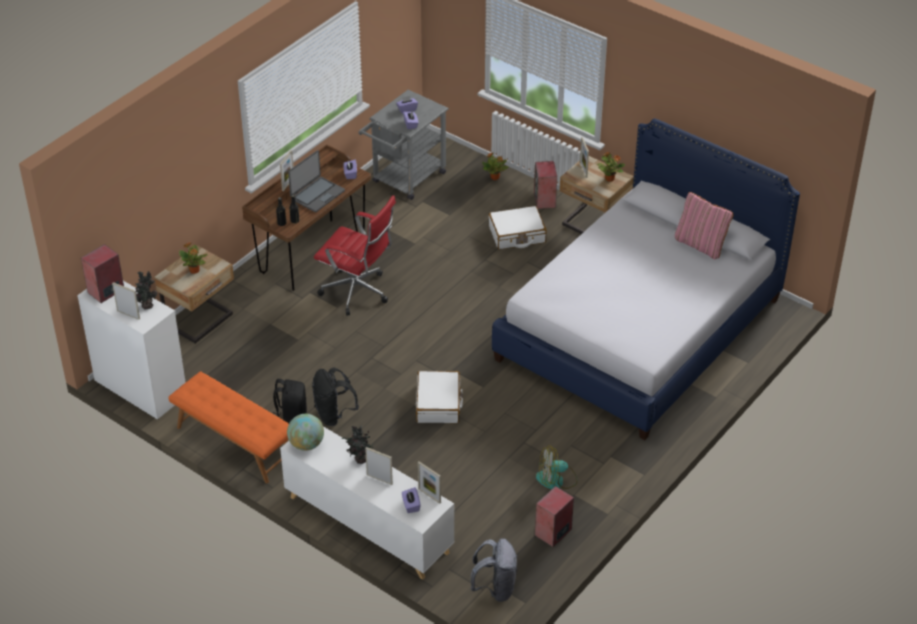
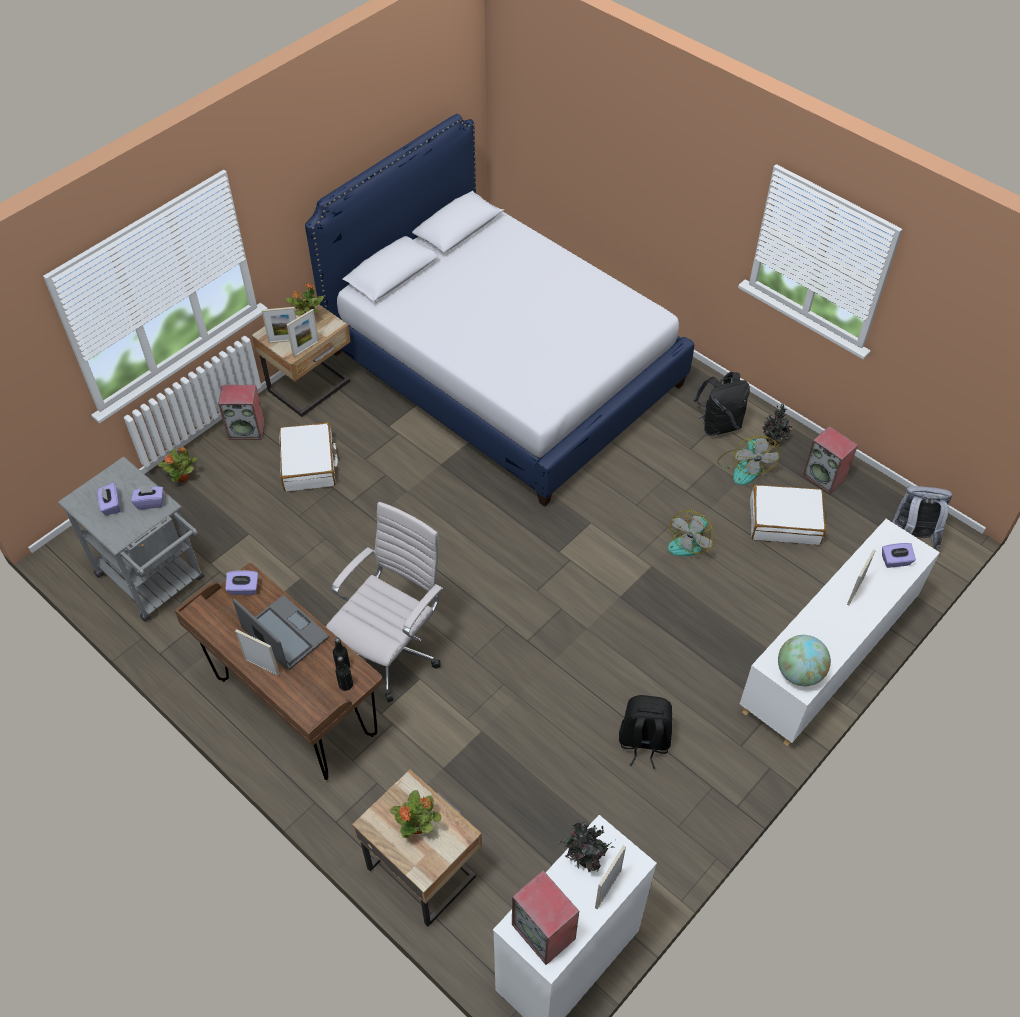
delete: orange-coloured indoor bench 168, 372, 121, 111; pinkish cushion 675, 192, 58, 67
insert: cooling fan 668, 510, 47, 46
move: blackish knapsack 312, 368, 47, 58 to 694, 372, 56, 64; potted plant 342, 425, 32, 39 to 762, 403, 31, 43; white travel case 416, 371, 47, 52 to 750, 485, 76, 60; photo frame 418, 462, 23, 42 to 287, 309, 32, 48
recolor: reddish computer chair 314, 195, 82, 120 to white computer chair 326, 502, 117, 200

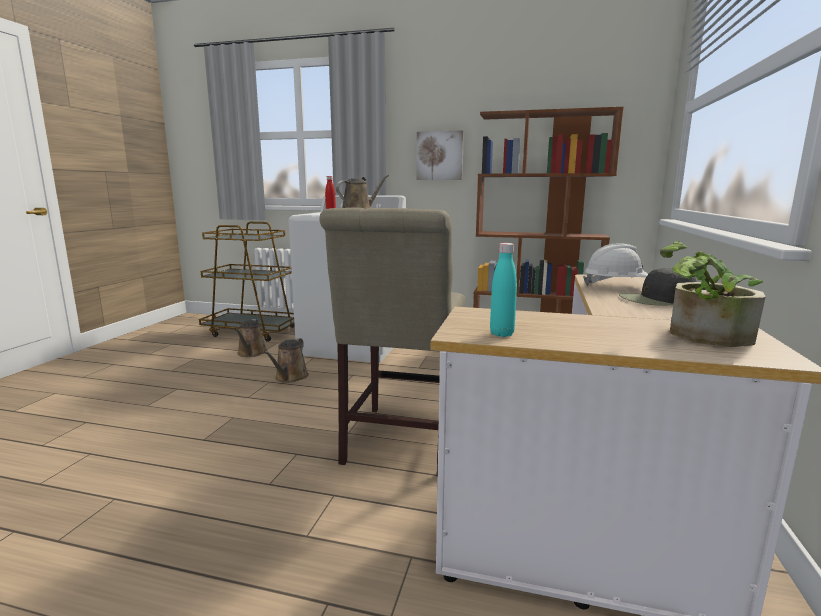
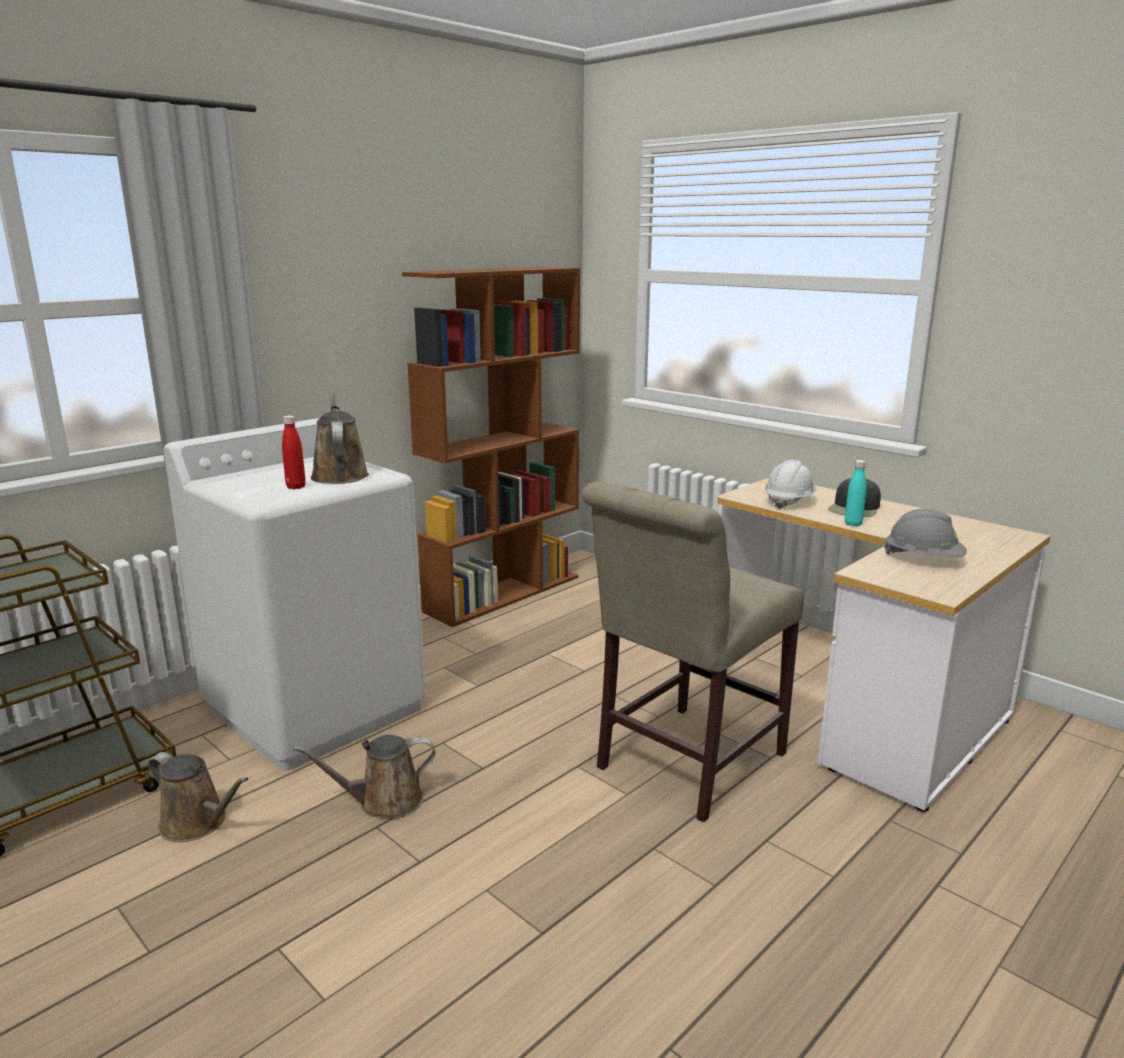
delete: wall picture 416, 130, 48, 50; potted plant 660, 241, 106, 106
insert: grey hard hat 884, 509, 83, 48
move: blue-green beverage bottle 490, 243, 27, 94 to 845, 460, 22, 67
rotate: brownish watering pot 263, 338, 46, 45 = 293, 735, 142, 84 120 degrees clockwise; sand-coloured upright chair 319, 208, 146, 269 = 582, 482, 222, 340 90 degrees clockwise

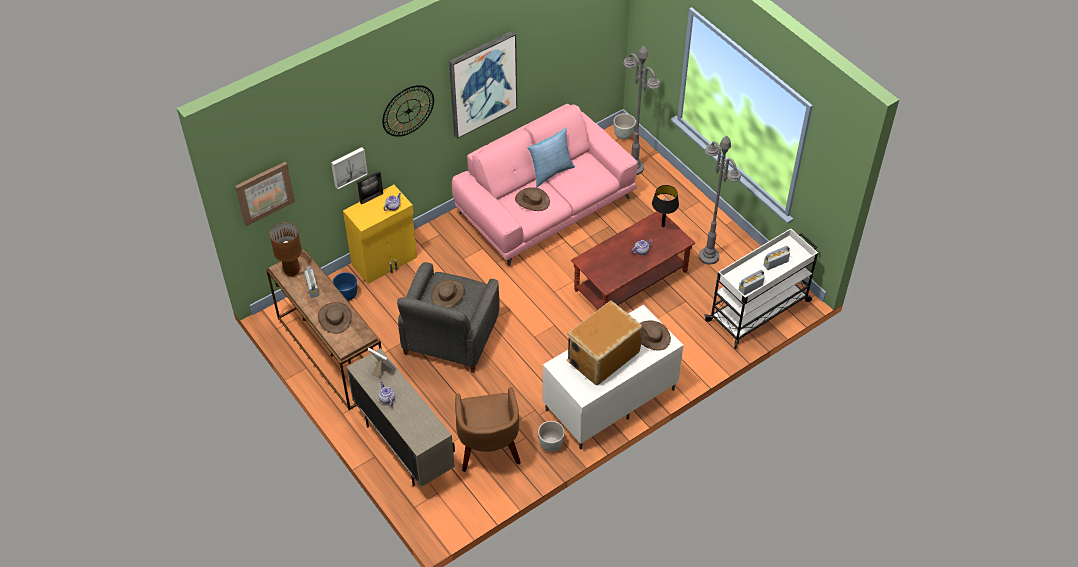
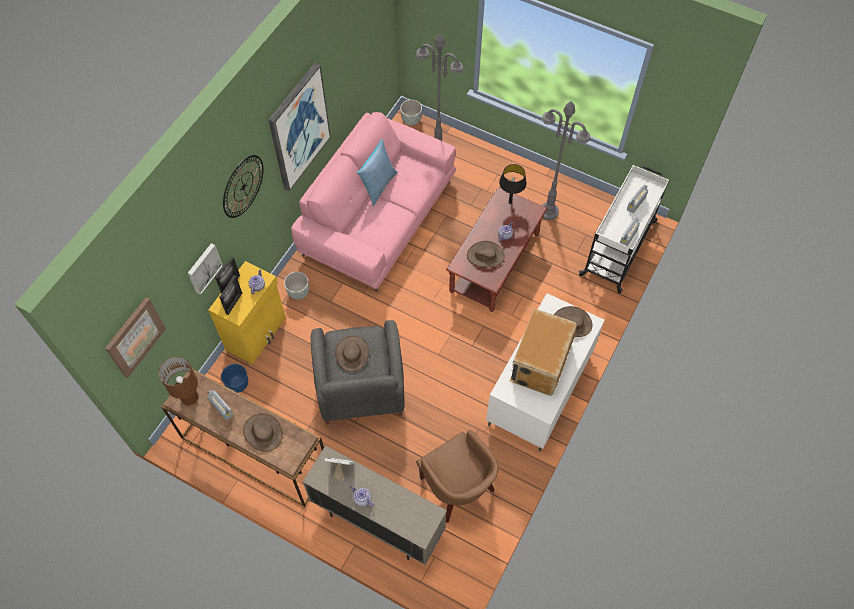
insert: photo frame 219, 275, 23, 40
move: brownish hat 515, 187, 35, 24 to 467, 241, 38, 26; grey flower pot 538, 421, 27, 31 to 284, 272, 25, 28

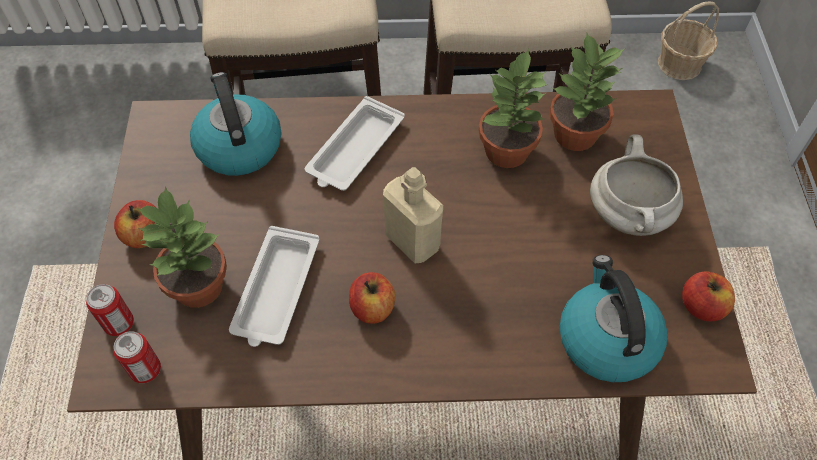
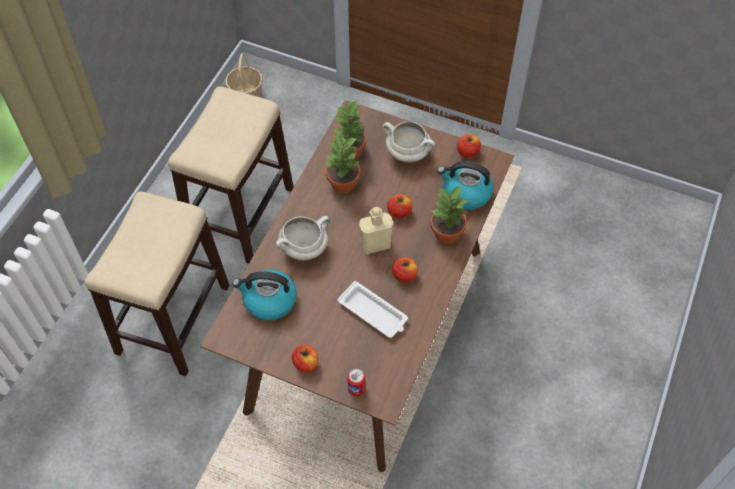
delete: can 113, 331, 48, 52
insert: apple fruit 387, 194, 25, 24
move: potted plant 137, 186, 90, 122 to 430, 187, 39, 57
replace: white serving tray 305, 96, 99, 95 to white cooking pot 276, 216, 53, 45

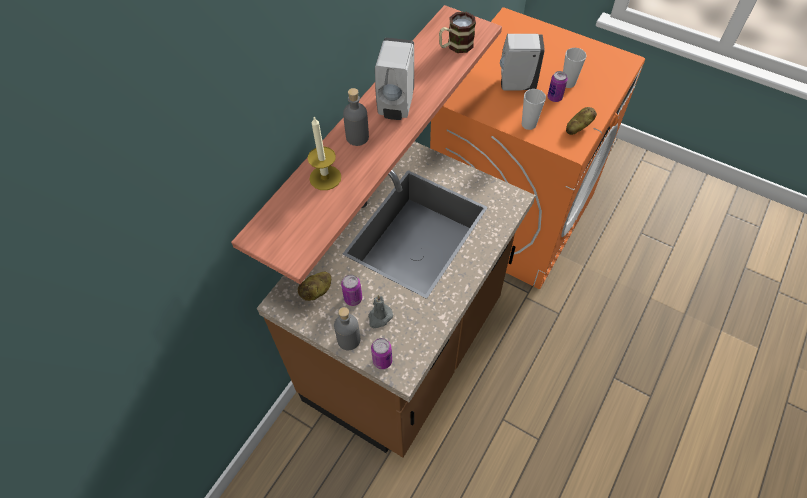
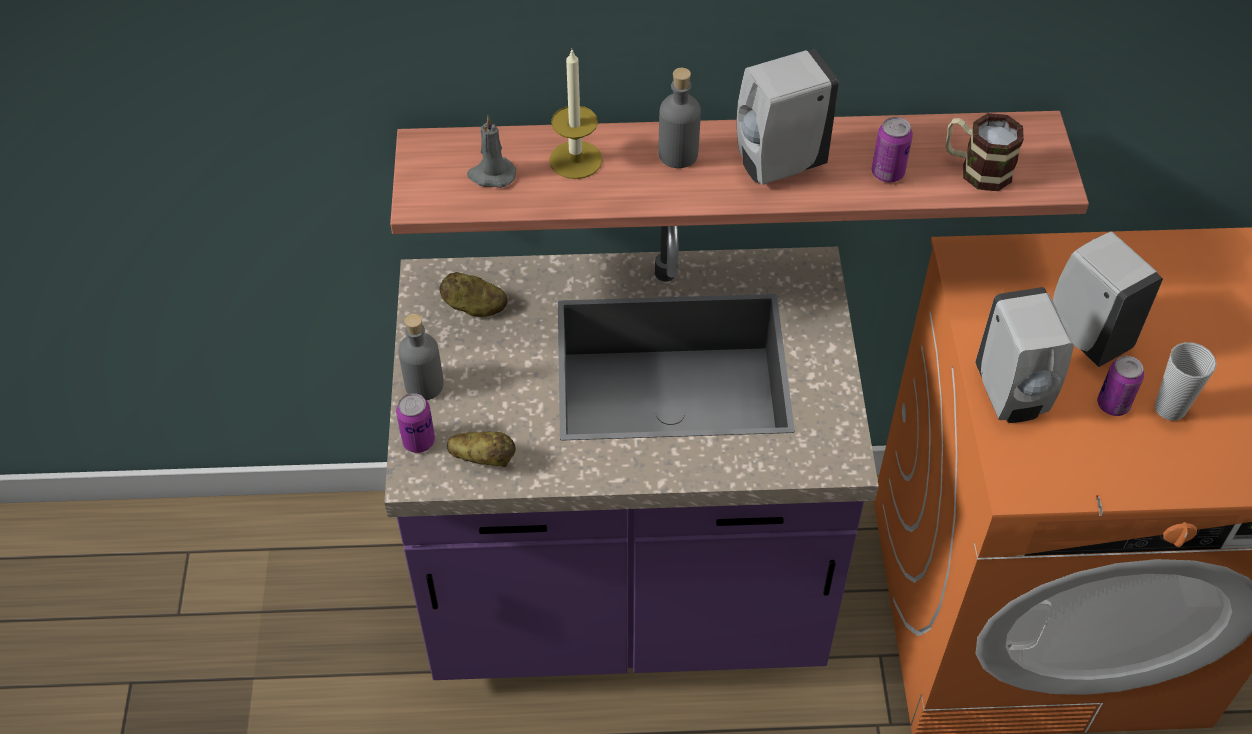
move: can 341, 275, 21, 31 to 872, 117, 41, 65; grey wax candle 368, 295, 25, 33 to 467, 116, 49, 72; spud 566, 107, 31, 28 to 447, 431, 69, 36
replace: small cup 522, 89, 24, 41 to white liquid soap bottle 975, 287, 99, 136
recolor: brownish kitchen counter 257, 141, 278, 317 to purple kitchen counter 384, 226, 495, 454

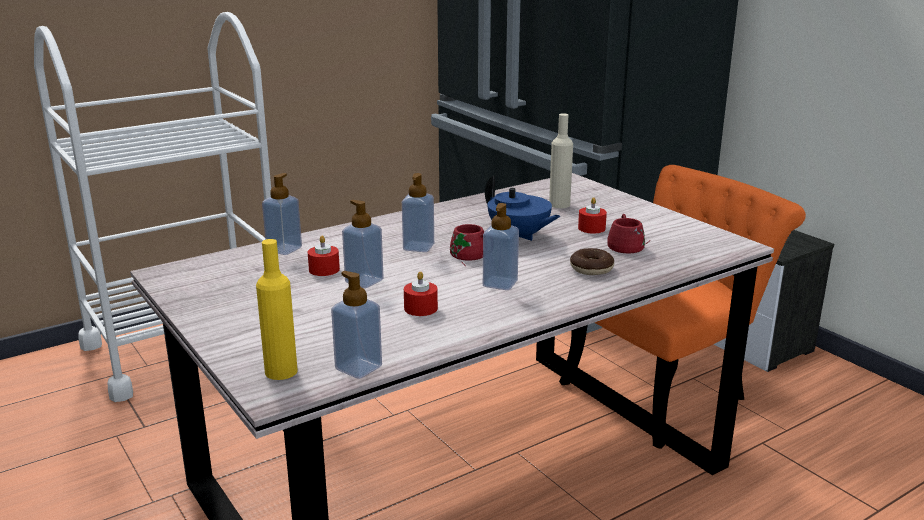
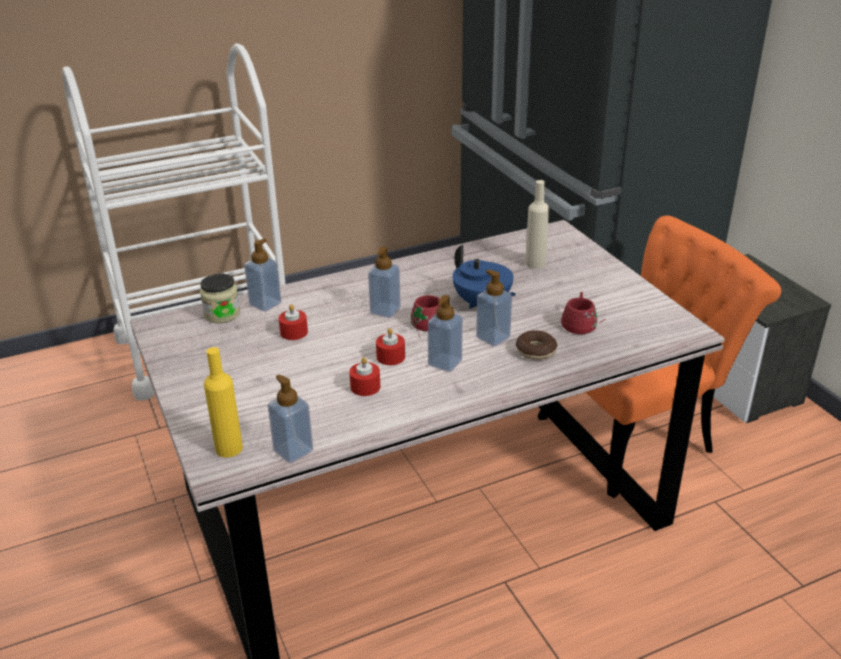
insert: jar 200, 274, 40, 49
move: liquid soap bottle 342, 200, 42, 88 to 476, 269, 36, 77; reddish wax candle 578, 197, 29, 36 to 376, 328, 29, 37

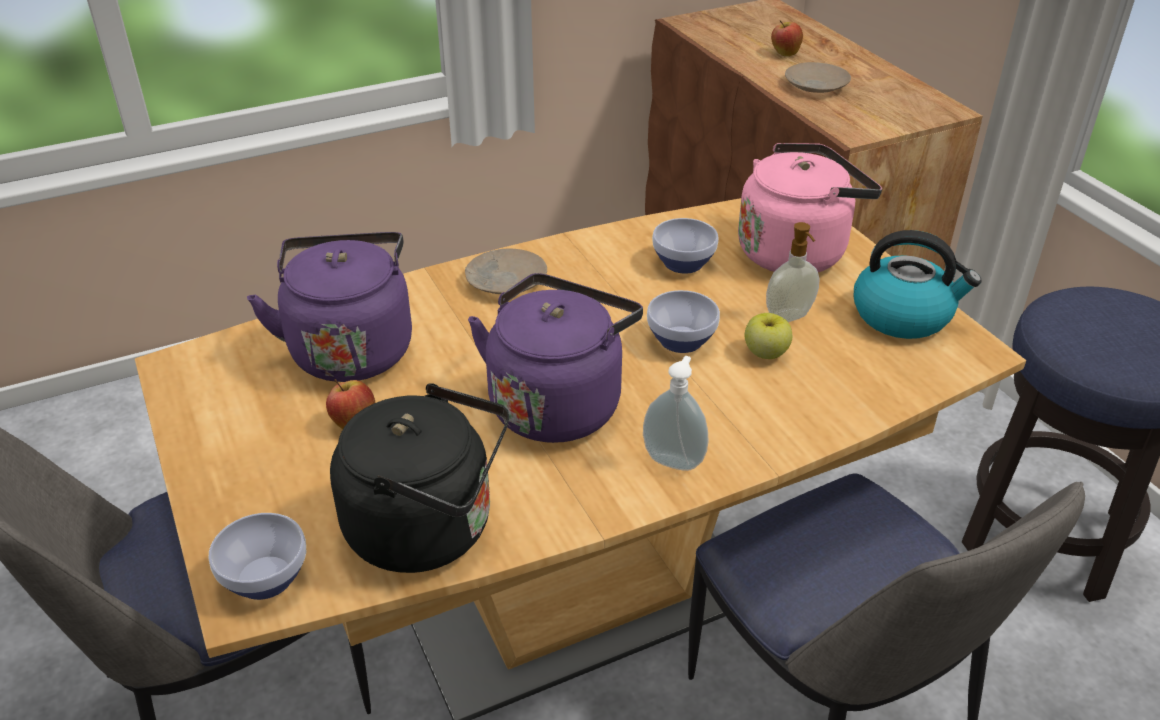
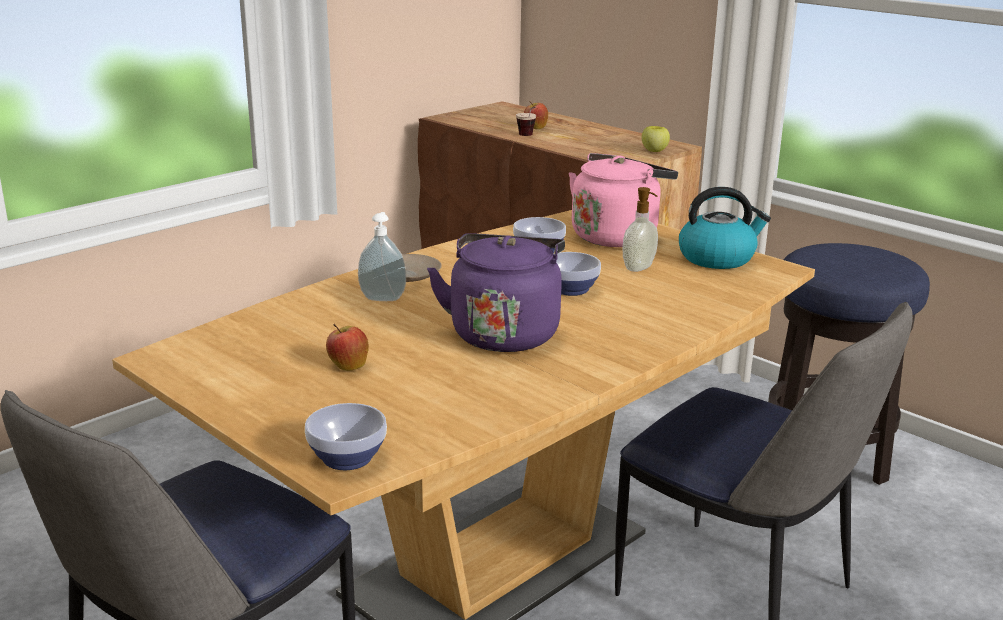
delete: purple water kettle 247, 232, 165, 150; blackish water kettle 330, 383, 179, 190; sand-coloured flat dish 785, 62, 66, 31
insert: small cup 516, 107, 20, 29
move: liquid soap bottle 643, 356, 65, 115 to 358, 212, 48, 89; apple fruit 745, 313, 47, 46 to 642, 126, 28, 26

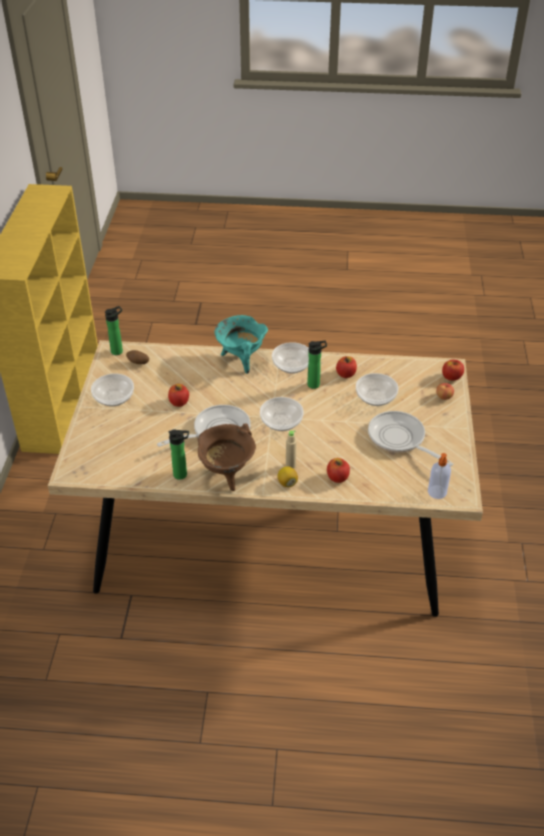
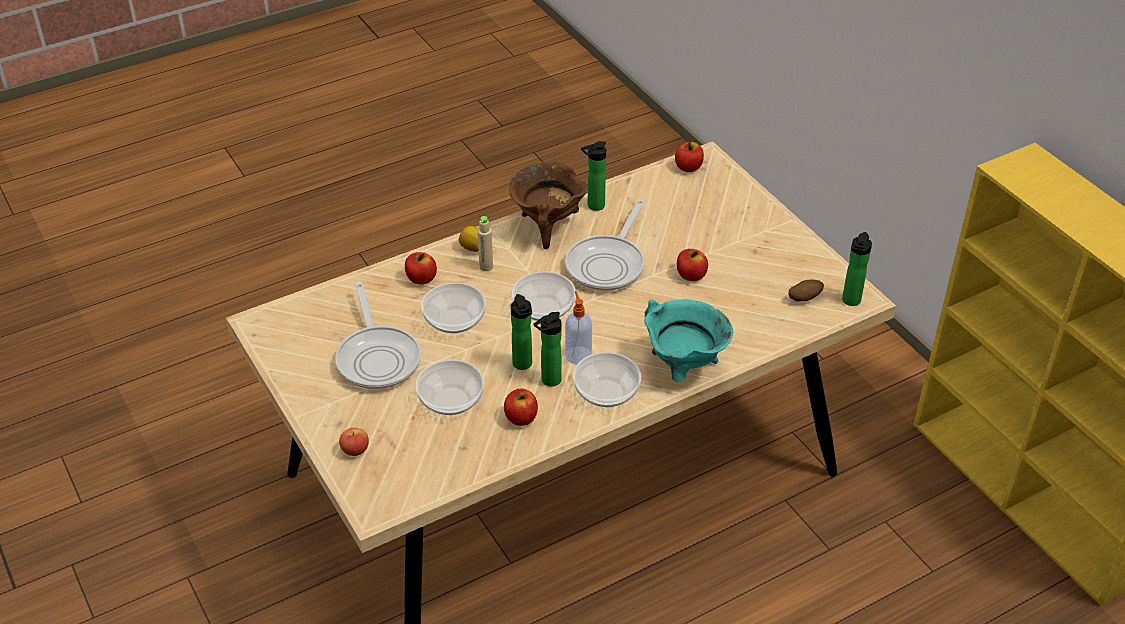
insert: beverage bottle 511, 294, 21, 76
move: serving bowl 91, 374, 43, 32 to 421, 283, 65, 50; liquid soap bottle 428, 453, 23, 46 to 565, 291, 27, 74; apple fruit 442, 359, 22, 22 to 675, 142, 29, 30
rotate: skillet 368, 411, 85, 55 = 335, 281, 86, 108 60 degrees clockwise

